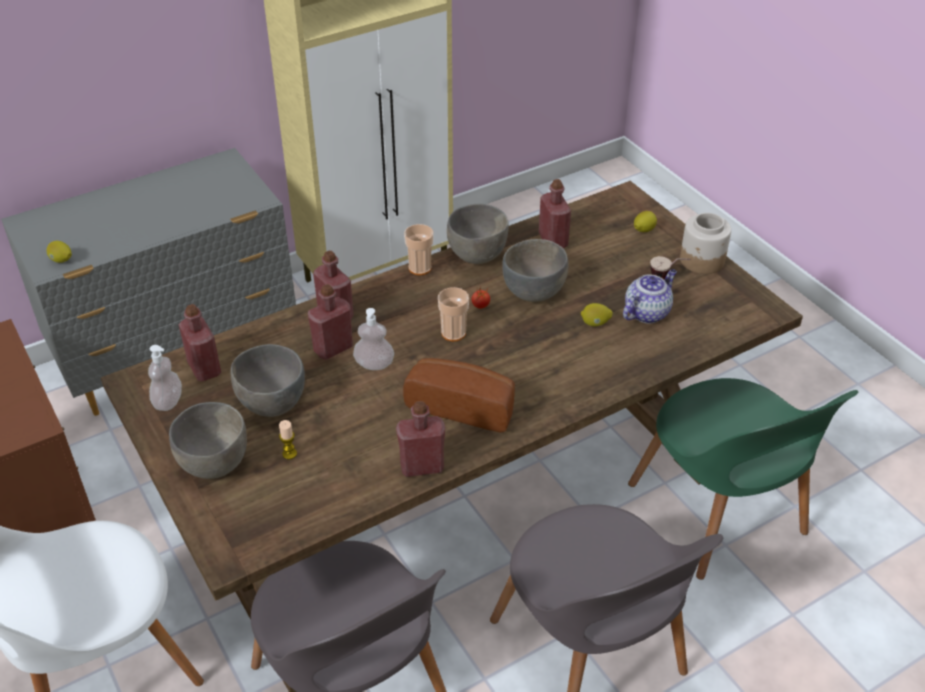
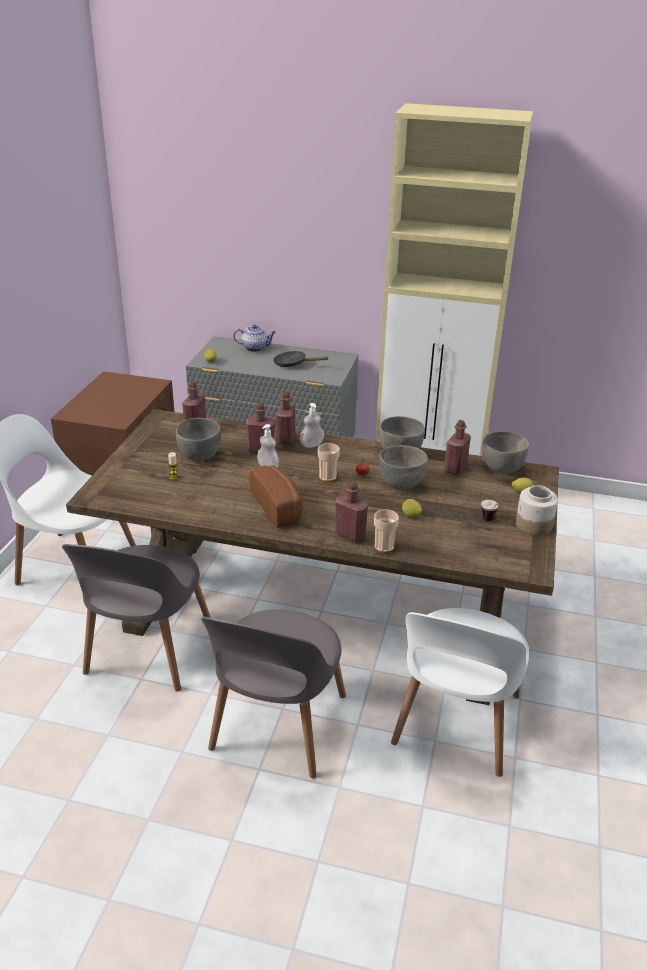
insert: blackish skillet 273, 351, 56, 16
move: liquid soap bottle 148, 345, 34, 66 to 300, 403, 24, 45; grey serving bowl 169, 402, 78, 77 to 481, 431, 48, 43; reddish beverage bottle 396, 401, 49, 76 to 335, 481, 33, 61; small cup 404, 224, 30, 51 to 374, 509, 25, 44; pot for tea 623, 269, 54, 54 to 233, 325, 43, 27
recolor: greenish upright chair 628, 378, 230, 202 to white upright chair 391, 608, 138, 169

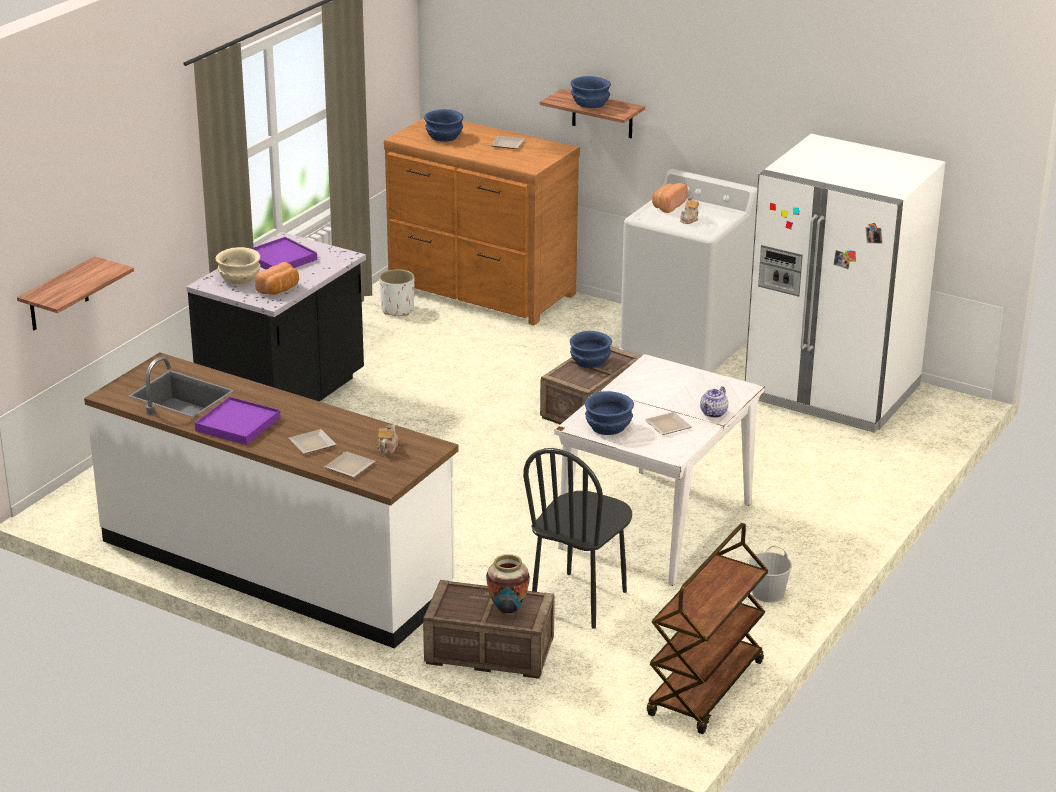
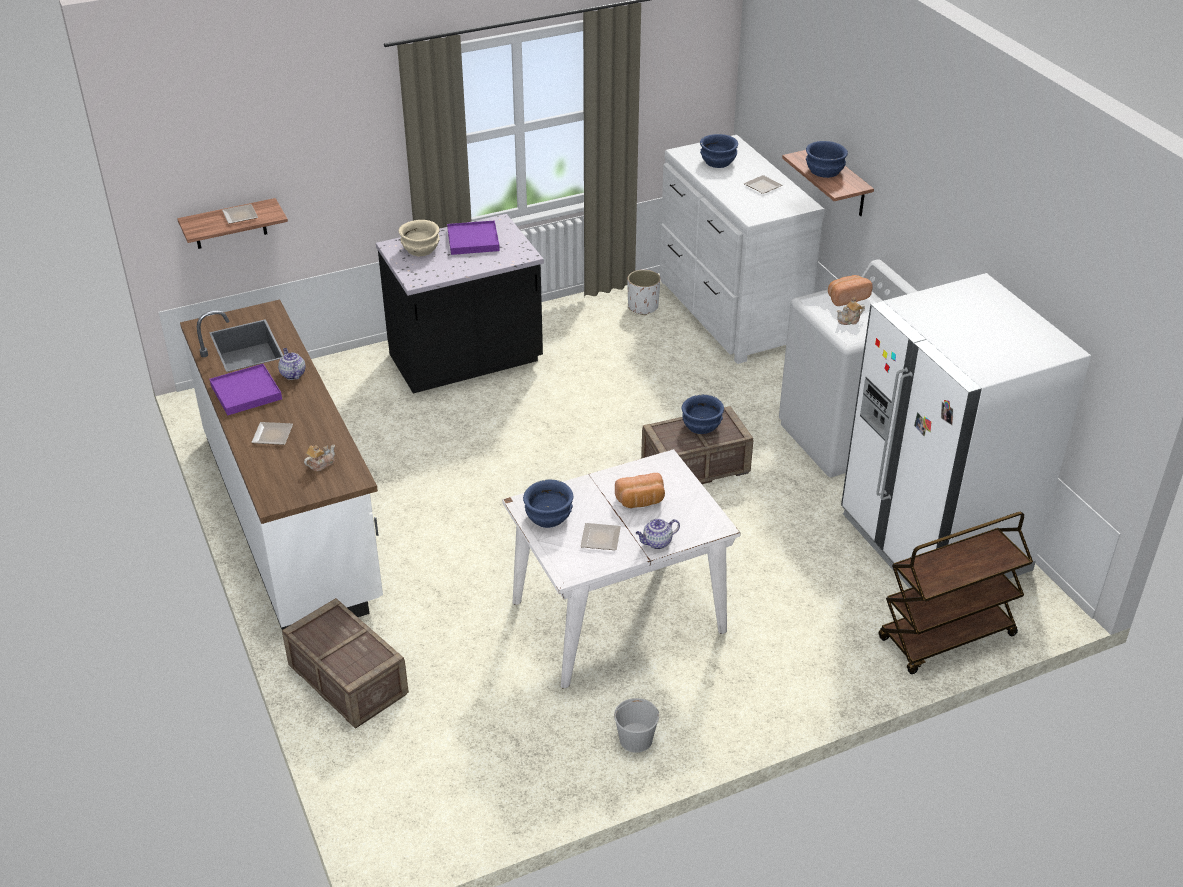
delete: vase 486, 554, 44, 61; blackish upright chair 523, 448, 109, 181
insert: pot for tea 278, 348, 28, 32
move: bread 255, 262, 44, 33 to 615, 473, 50, 35; flat dish 325, 451, 51, 27 to 222, 204, 36, 20; brownish cart 647, 523, 122, 211 to 878, 512, 155, 162
recolor: brownish chest of drawers 384, 118, 196, 207 to white chest of drawers 660, 135, 165, 229

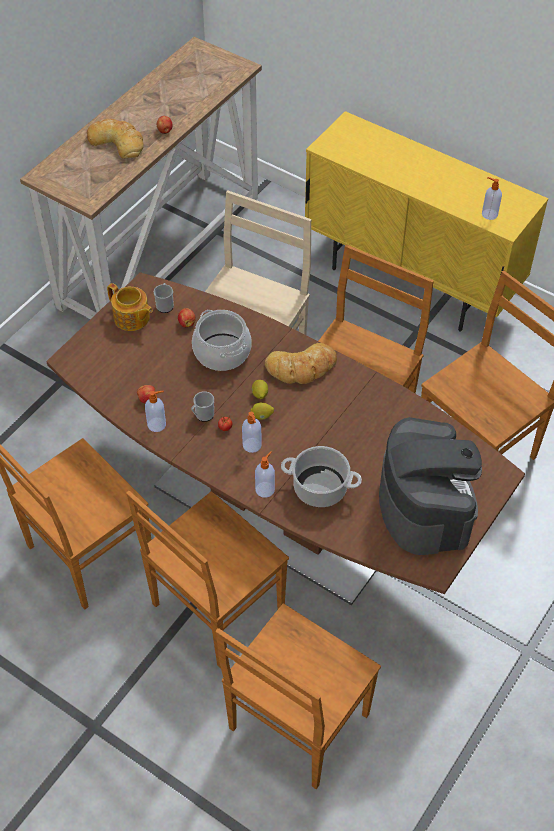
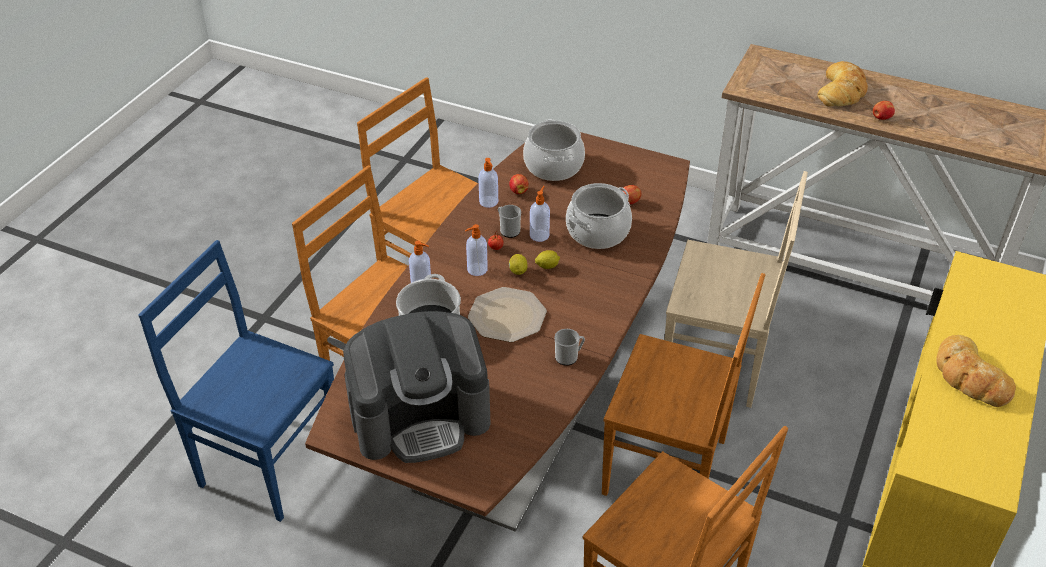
delete: pot for tea 107, 283, 46, 48
insert: flat dish 468, 287, 79, 55; cooking pot 523, 119, 62, 62
move: mug 154, 283, 20, 30 to 555, 329, 30, 37; bread 265, 343, 72, 41 to 936, 335, 80, 72; liquid soap bottle 482, 177, 20, 43 to 530, 186, 20, 56
recolor: brownish upright chair 216, 603, 165, 186 to blue upright chair 138, 240, 196, 282

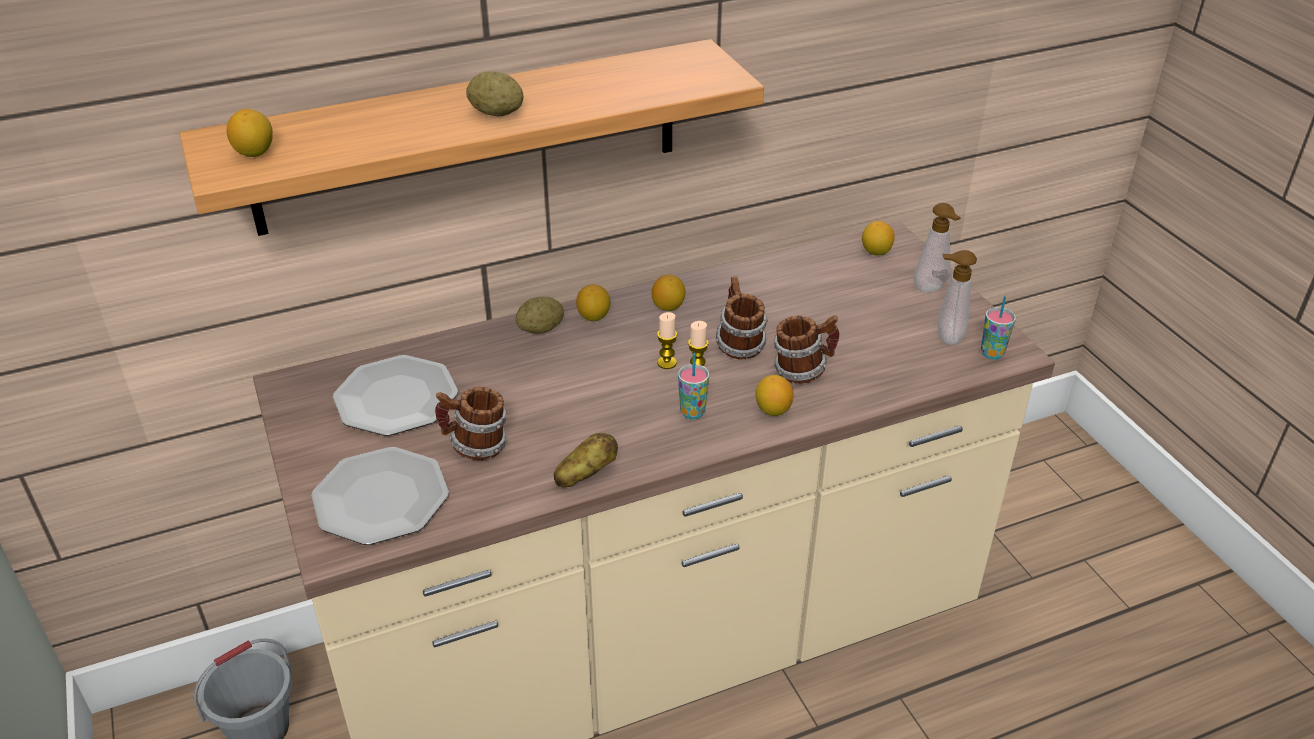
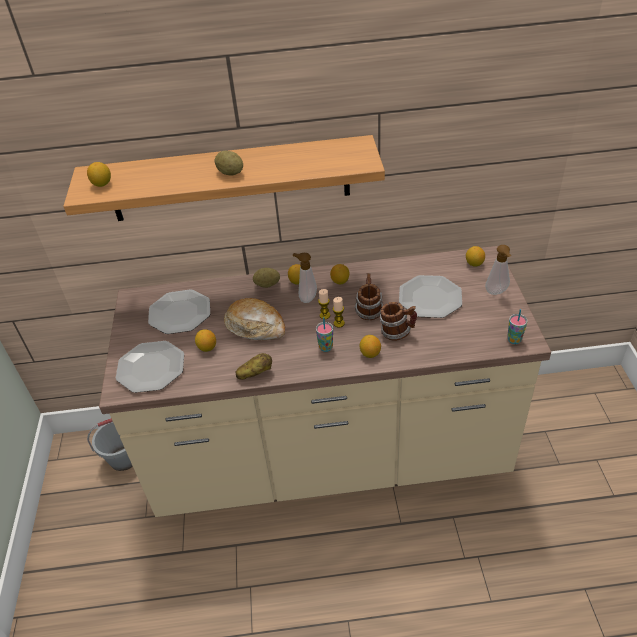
insert: bread 224, 298, 61, 42; flat dish 399, 275, 63, 43
move: liquid soap bottle 938, 250, 39, 95 to 293, 253, 24, 50
replace: mug 435, 387, 73, 73 to whole lemon 195, 329, 21, 23

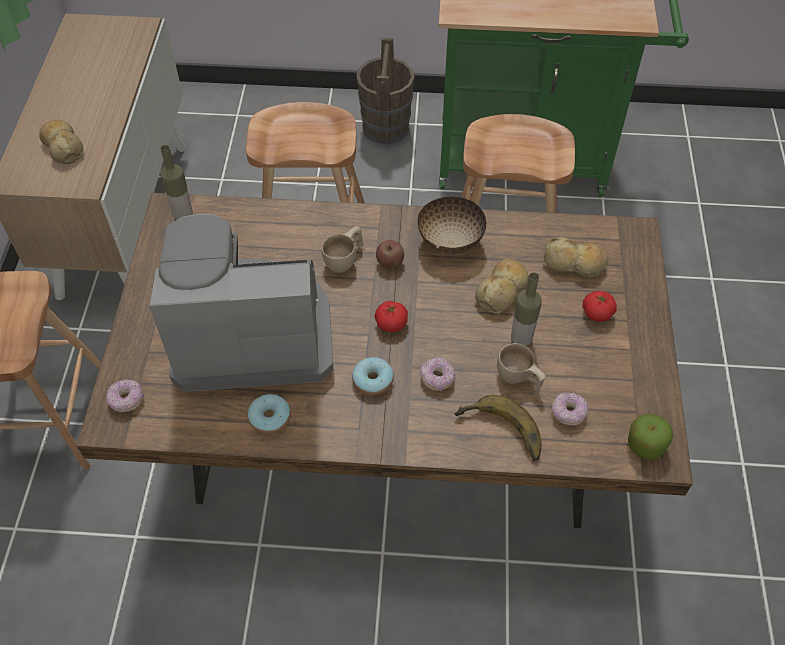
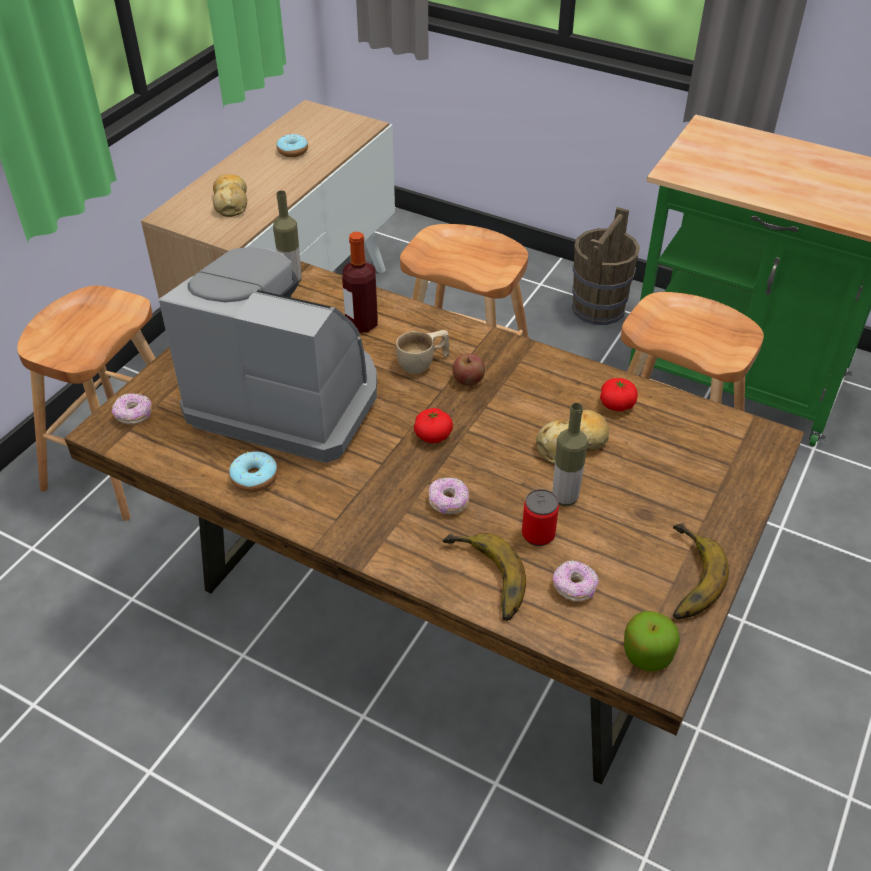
delete: serving bowl 418, 196, 68, 58; bread 543, 237, 65, 41
insert: beverage bottle 342, 232, 36, 101; whole banana 673, 523, 56, 96
move: donut 352, 357, 42, 39 to 276, 134, 32, 23; tomato 582, 291, 35, 31 to 600, 378, 38, 33
replace: sand-coloured small cup 497, 343, 48, 53 to can 522, 489, 37, 57

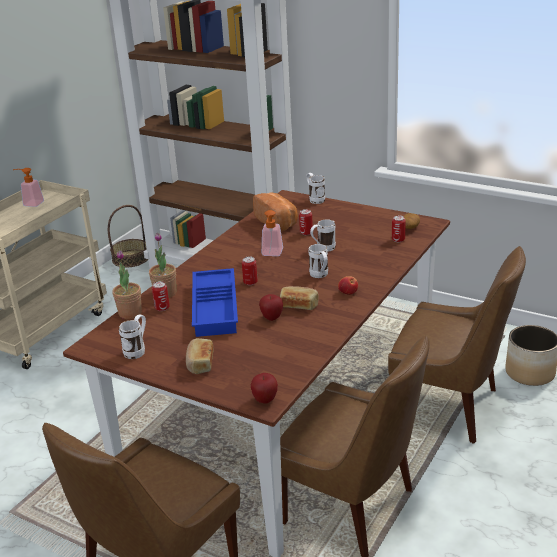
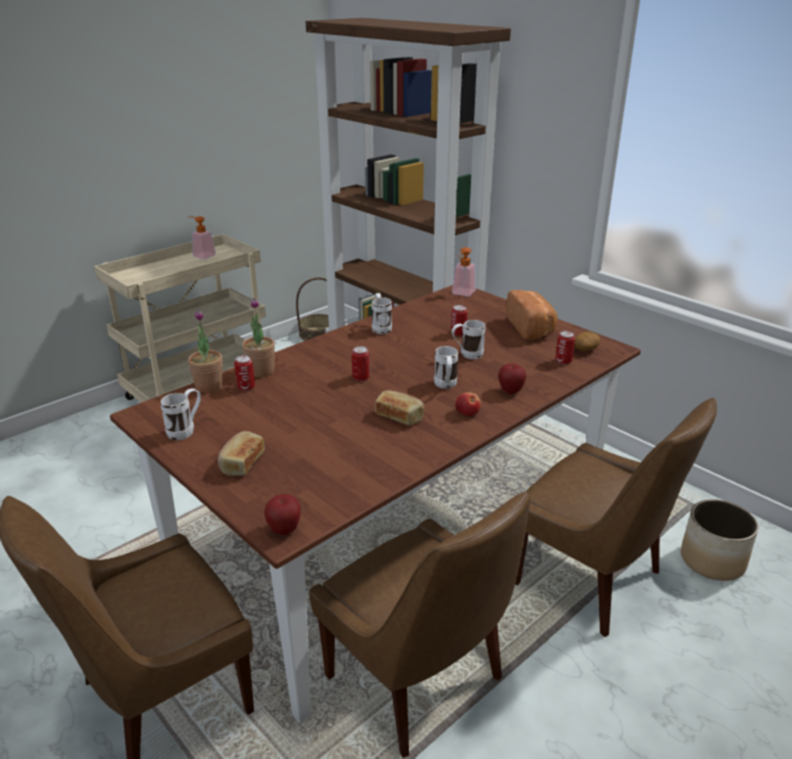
delete: blue serving tray 192, 268, 46, 69
move: bread 253, 192, 45, 40 to 506, 290, 51, 50; apple fruit 259, 294, 24, 27 to 499, 363, 27, 31; liquid soap bottle 262, 210, 21, 46 to 452, 247, 24, 49; white mug 306, 173, 19, 31 to 372, 293, 20, 41

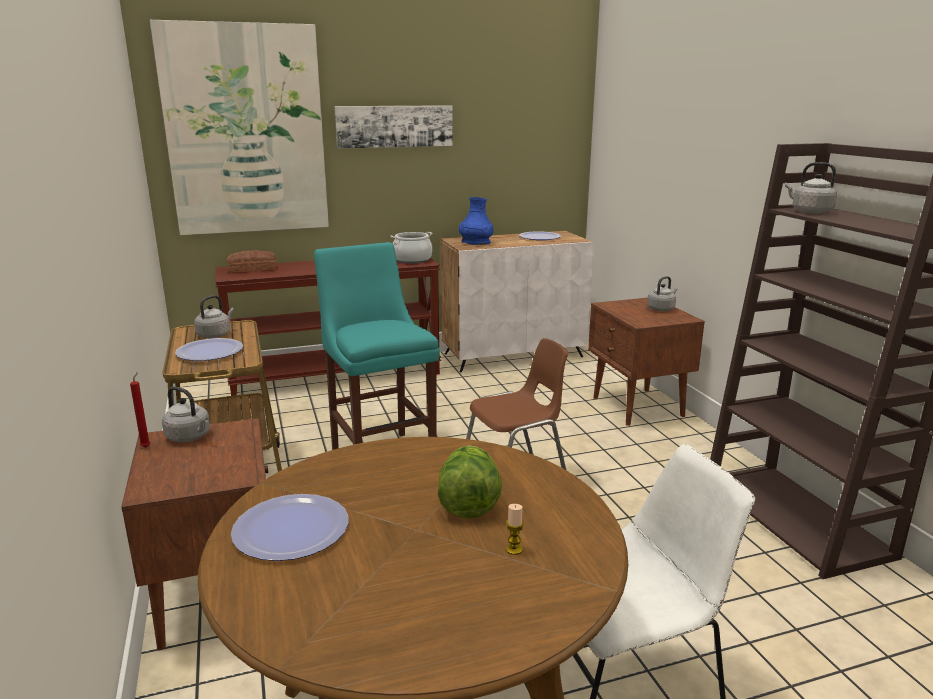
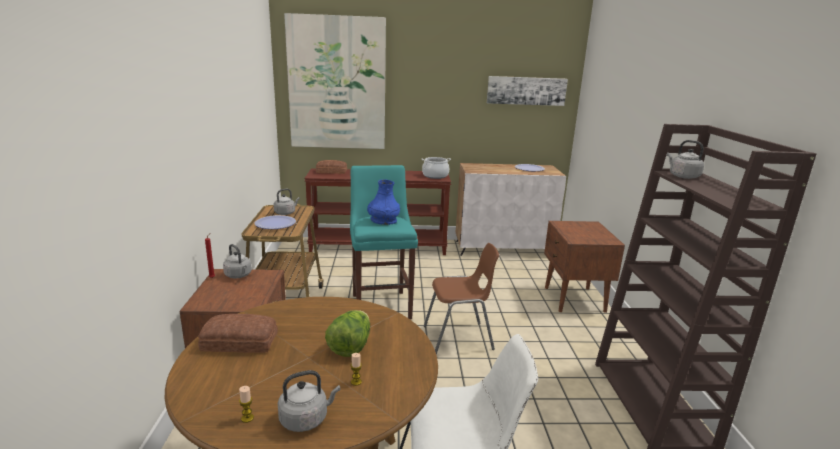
insert: wax candle 239, 386, 15, 37
move: wall picture 335, 105, 118, 44 to 487, 76, 81, 30; blue vase 459, 197, 34, 48 to 367, 180, 33, 45; grey water kettle 647, 276, 30, 35 to 278, 370, 62, 62
replace: flat dish 231, 494, 117, 67 to bread 198, 314, 80, 39

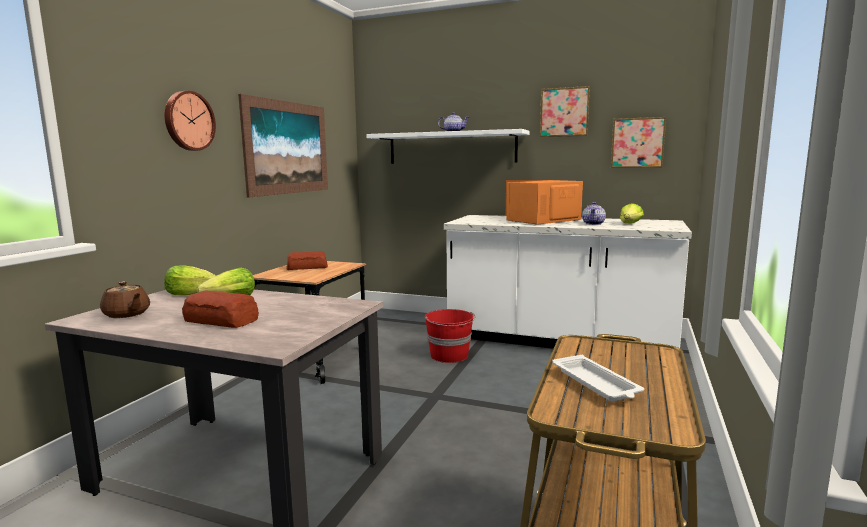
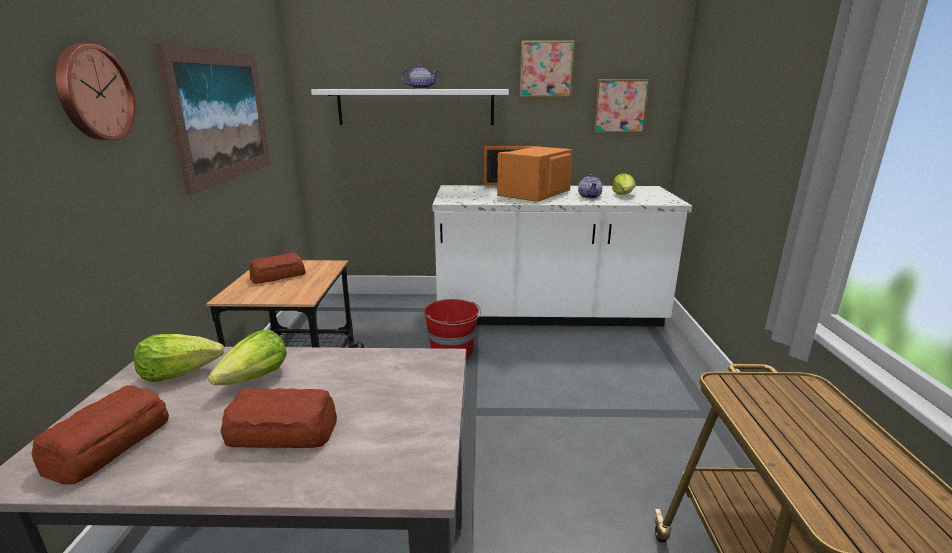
delete: white serving tray 552, 355, 92, 46
replace: brownish pot for tea 100, 281, 50, 37 to bread 31, 385, 138, 100

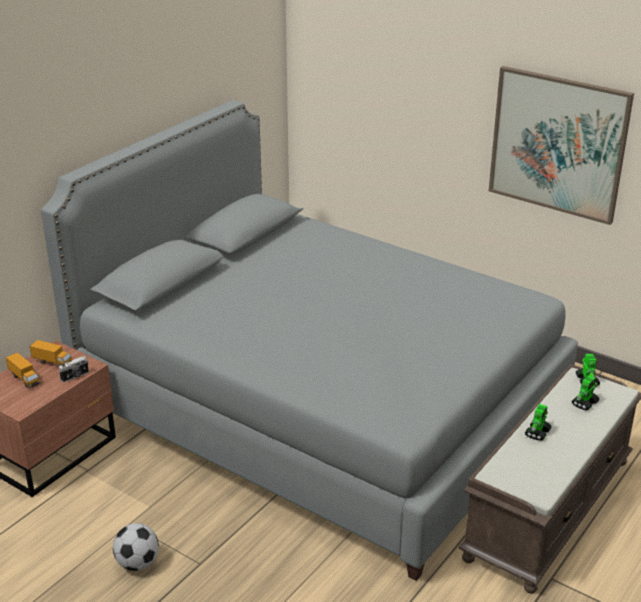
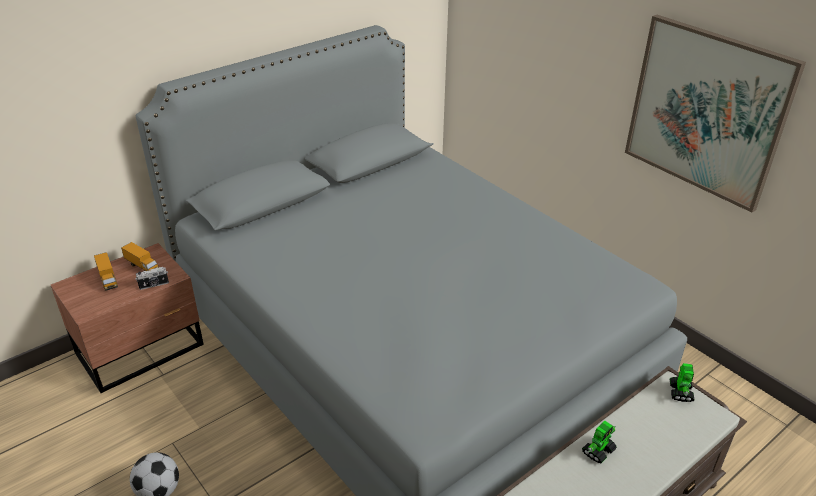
delete: model robot 572, 375, 27, 35

